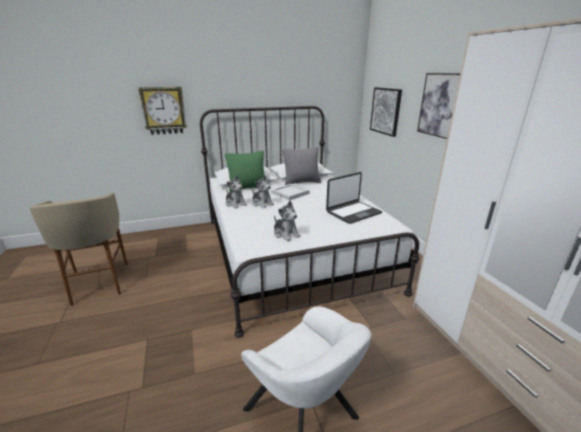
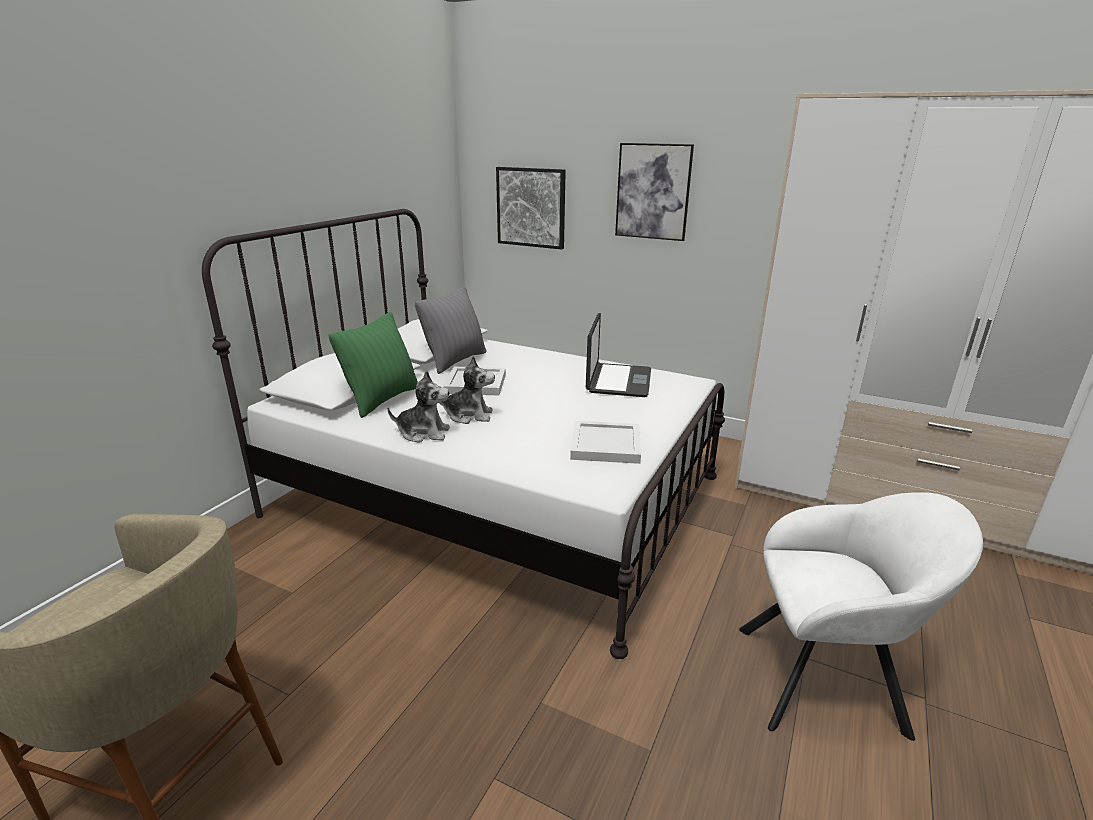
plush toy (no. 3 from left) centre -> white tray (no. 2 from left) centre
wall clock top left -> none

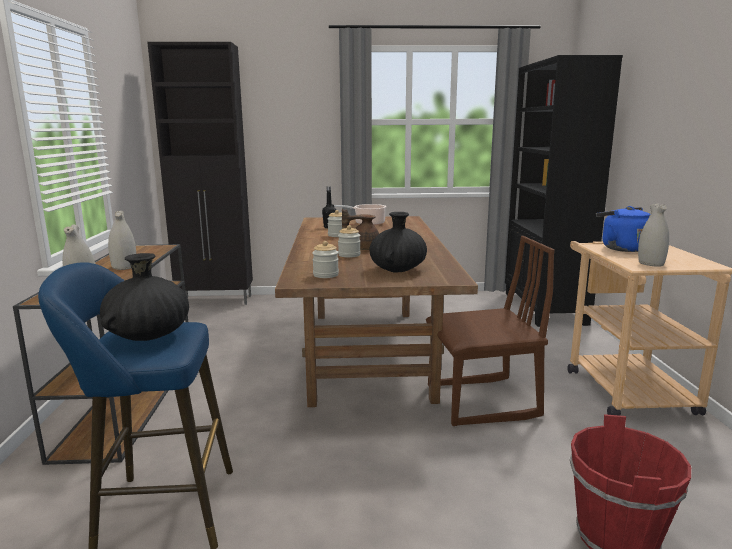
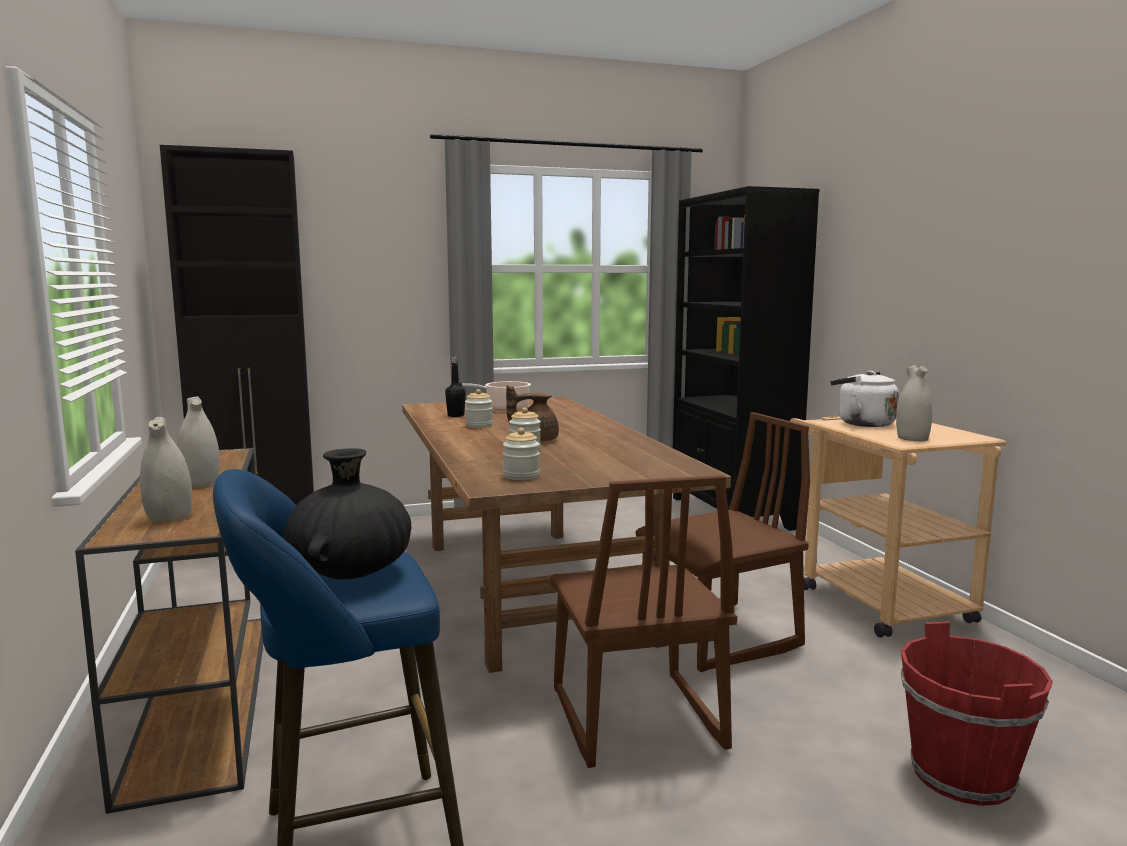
none -> brown chair (no. 1 from left) bottom centre
blue kettle middle right -> white kettle middle right
black vase (no. 2 from left) centre -> none

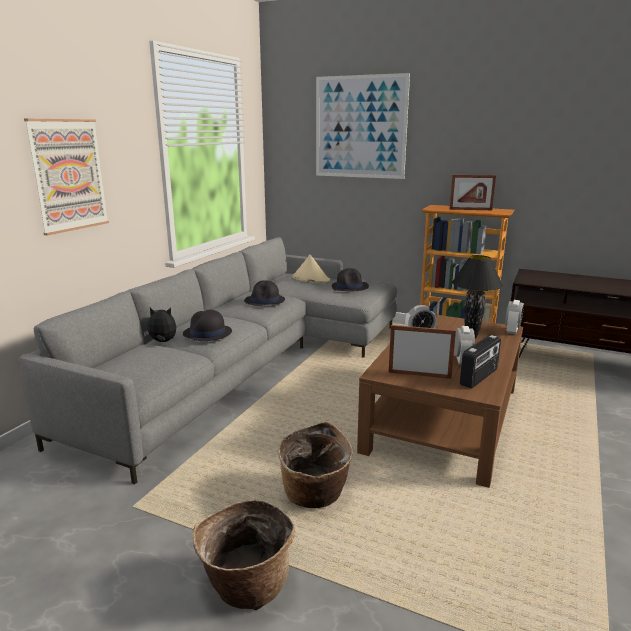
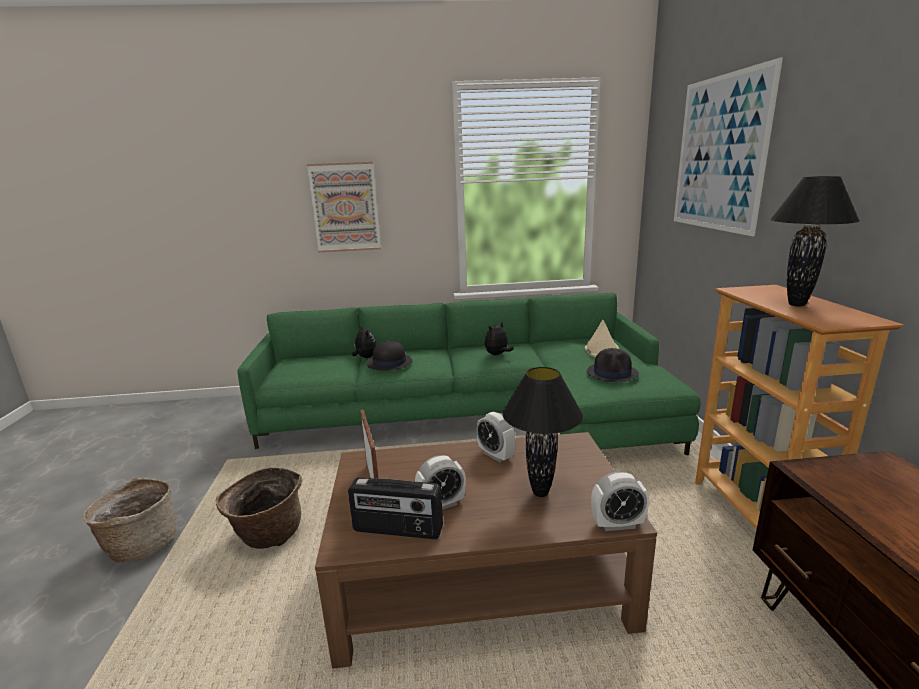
grey sofa middle left -> green sofa centre
black hat (no. 2 from left) centre -> plush toy (no. 2 from left) centre
picture frame (no. 2 from left) top right -> black table lamp (no. 2 from left) middle right

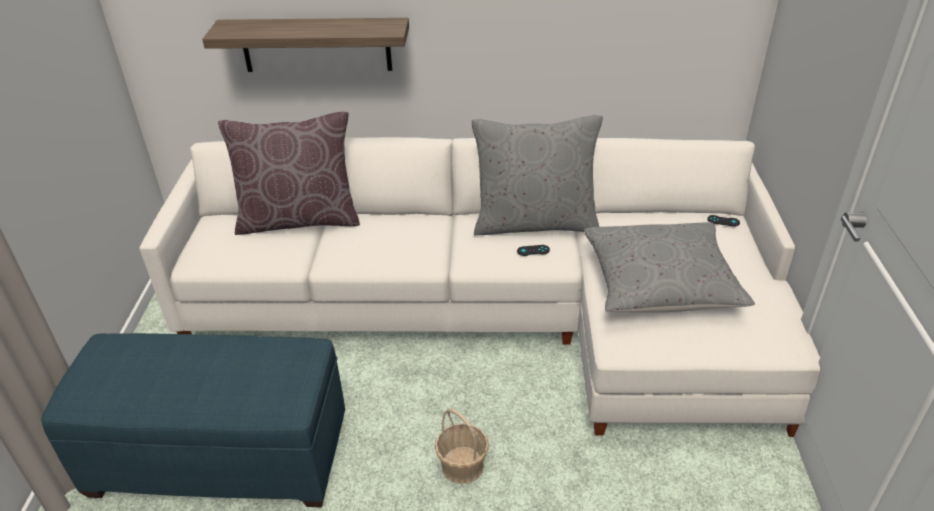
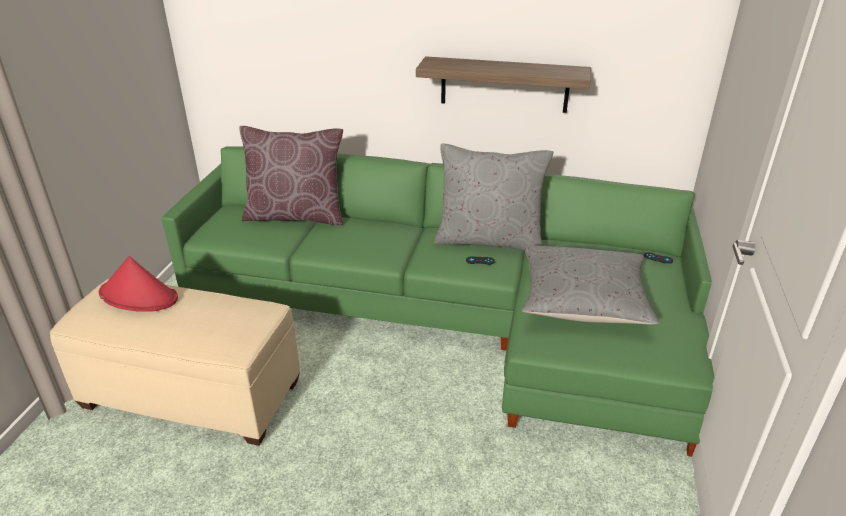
blue ottoman bottom left -> beige ottoman bottom left
none -> red hat middle left
white sofa centre -> green sofa centre
shelf top left -> shelf top centre, relocated
basket bottom centre -> none

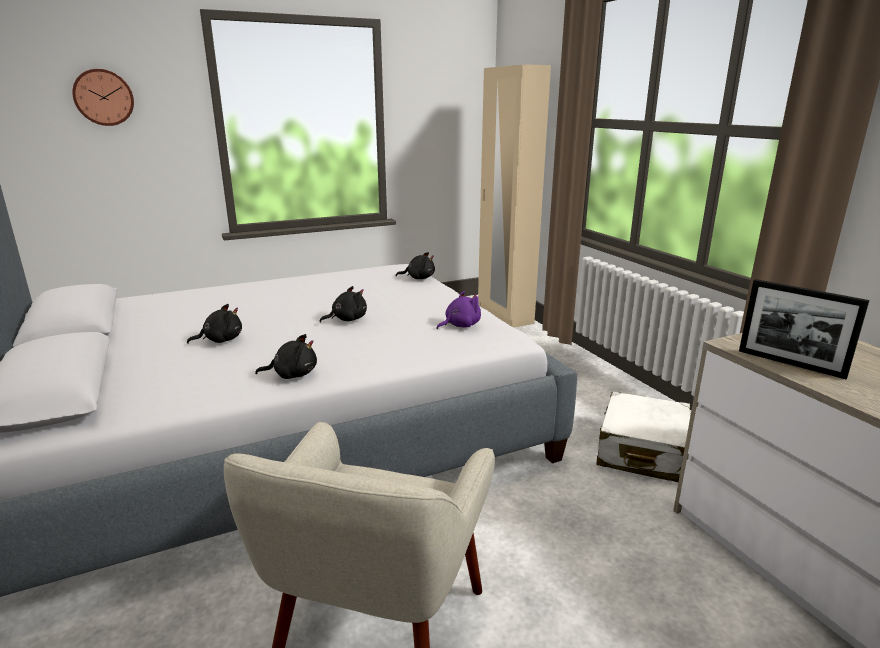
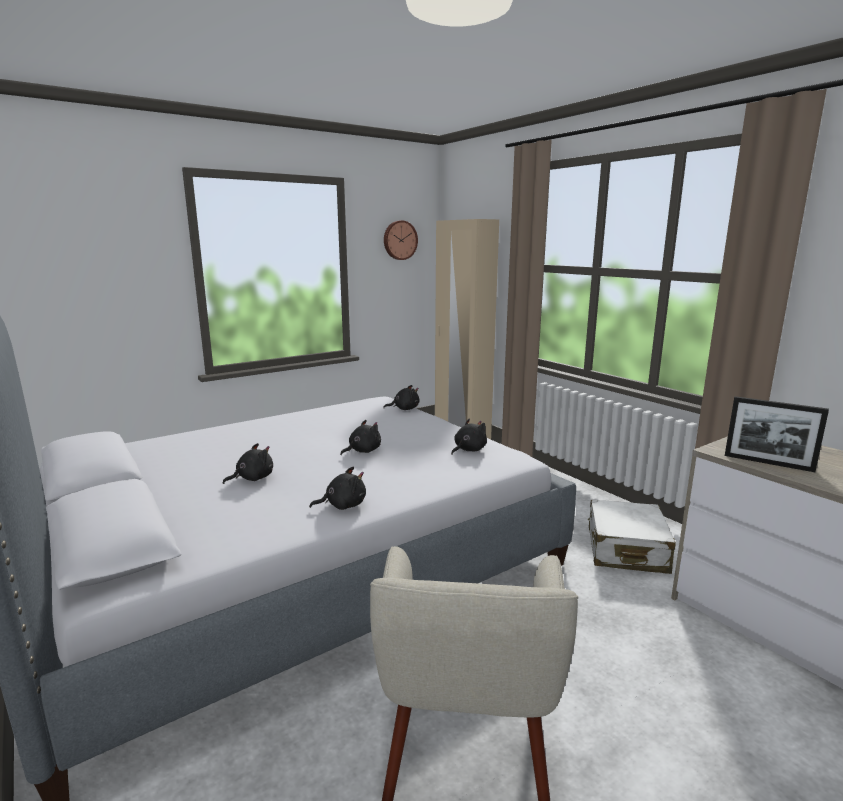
wall clock top left -> wall clock top centre, relocated
purple plush toy centre -> black plush toy (no. 5 from left) centre

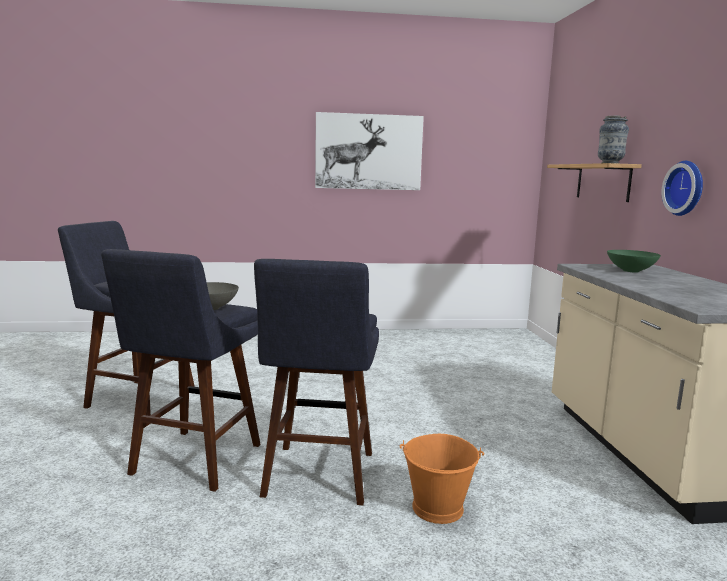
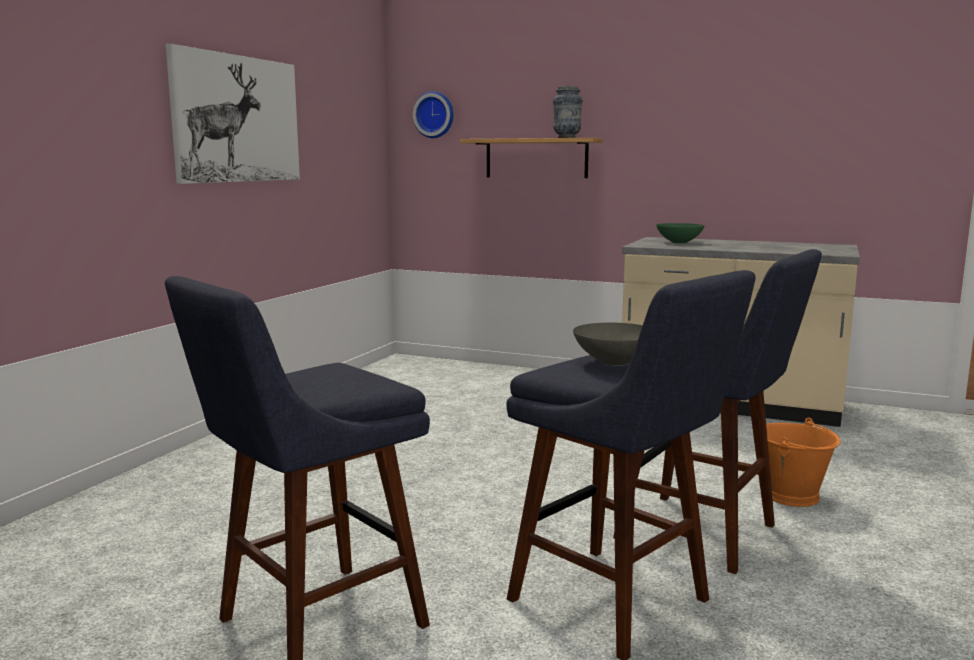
wall clock top right -> wall clock top centre, relocated

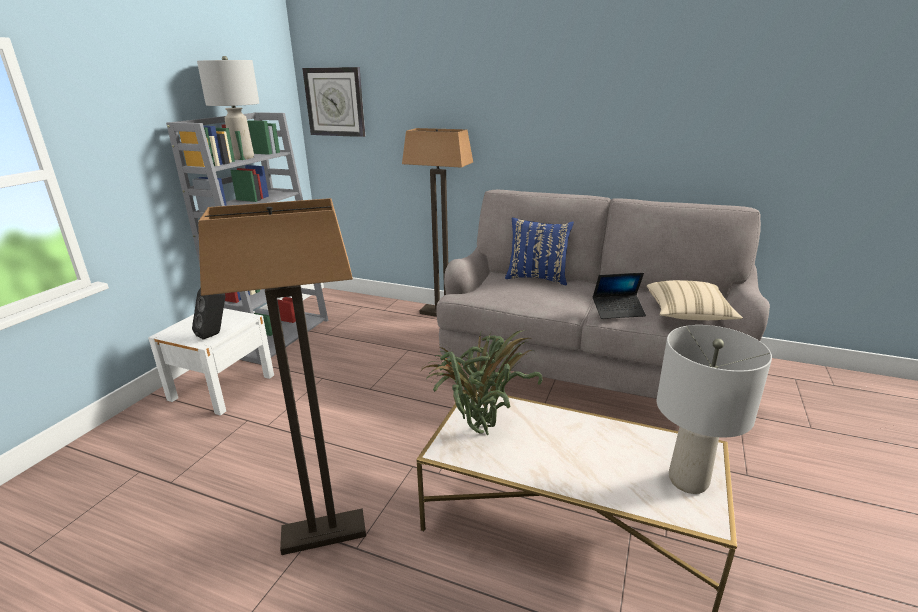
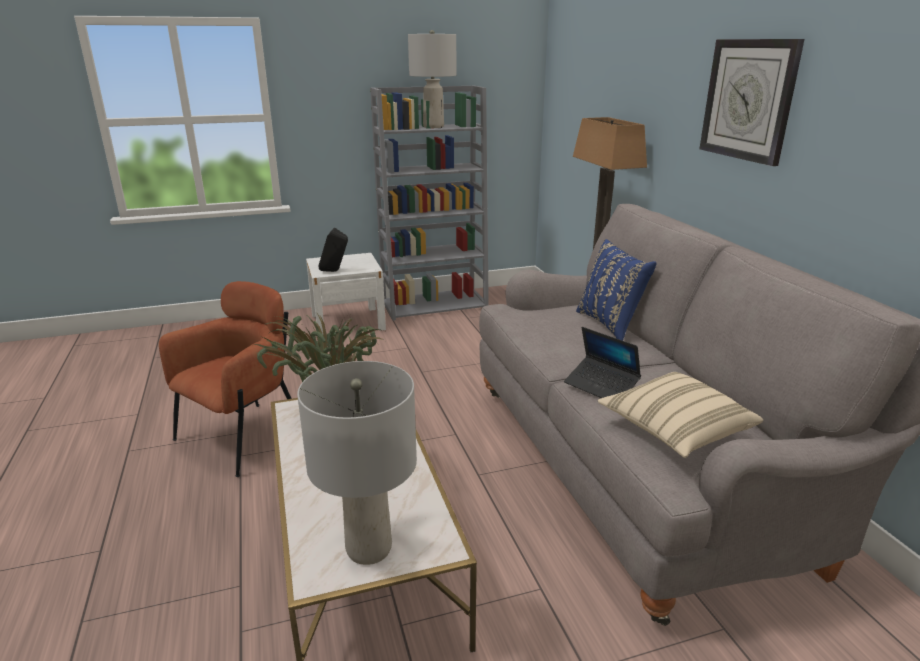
floor lamp (no. 1 from left) middle left -> brown armchair middle left
wall clock top centre -> wall clock top right, relocated

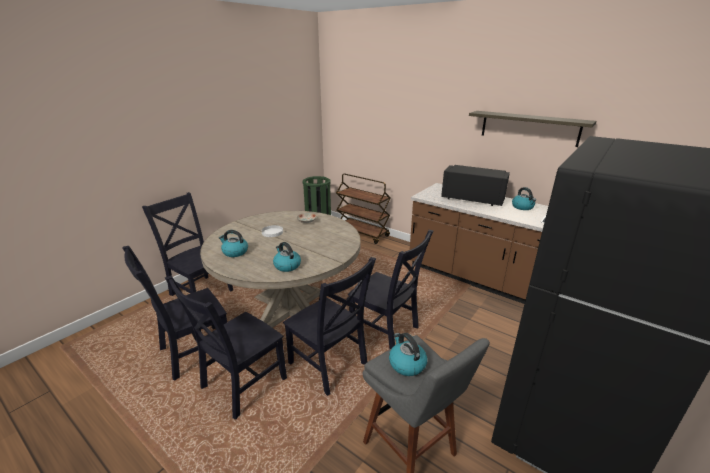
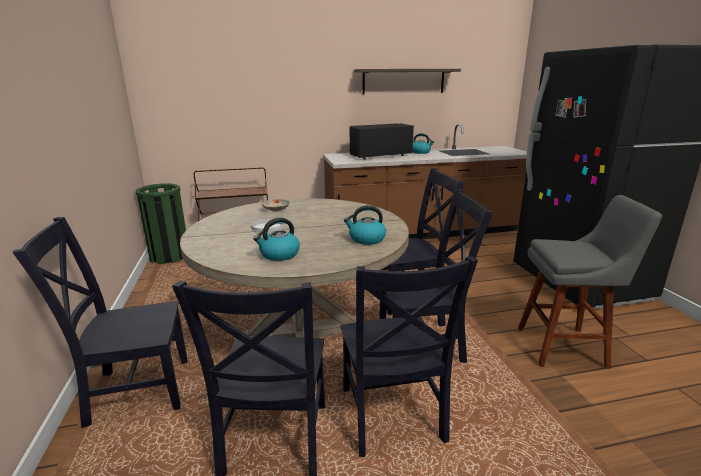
kettle (no. 3 from left) bottom centre -> none

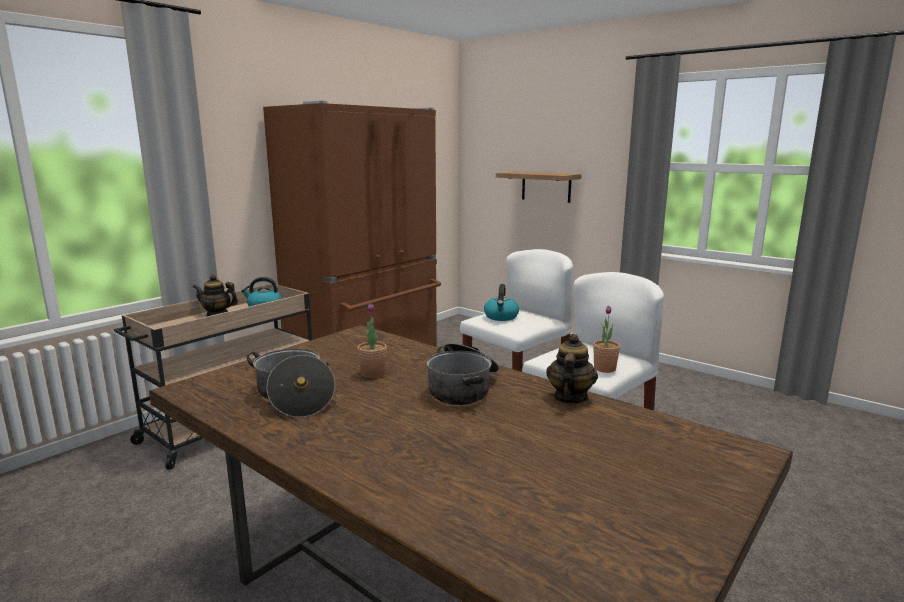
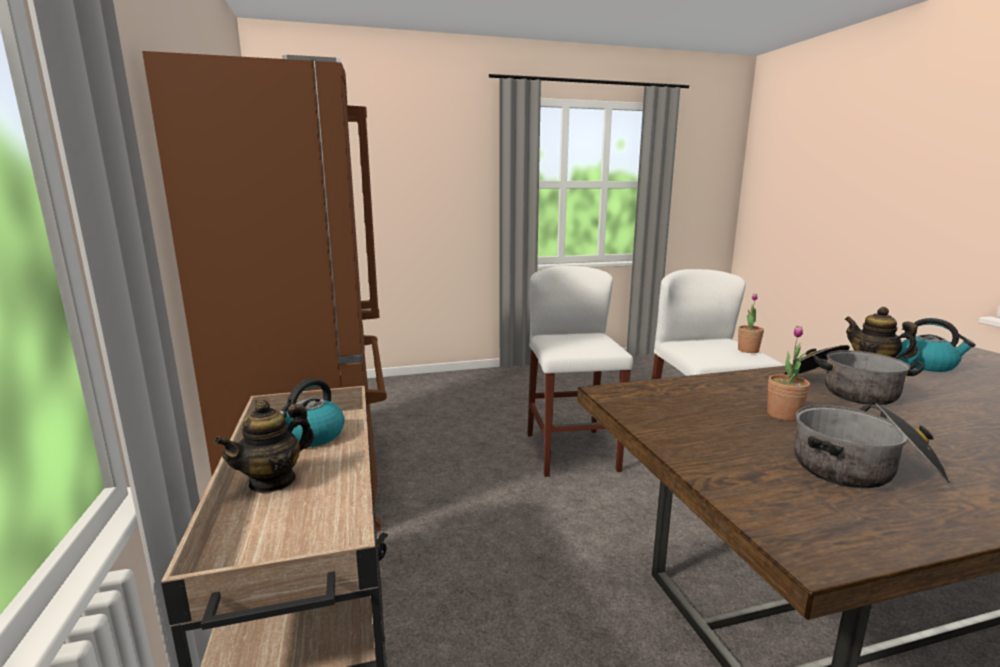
kettle (no. 2 from left) centre -> kettle (no. 2 from left) middle right, relocated
shelf top centre -> none

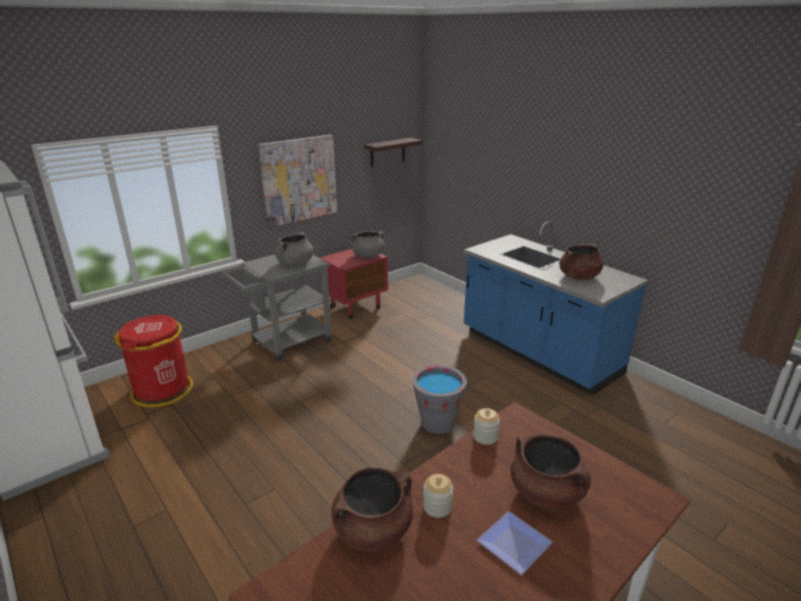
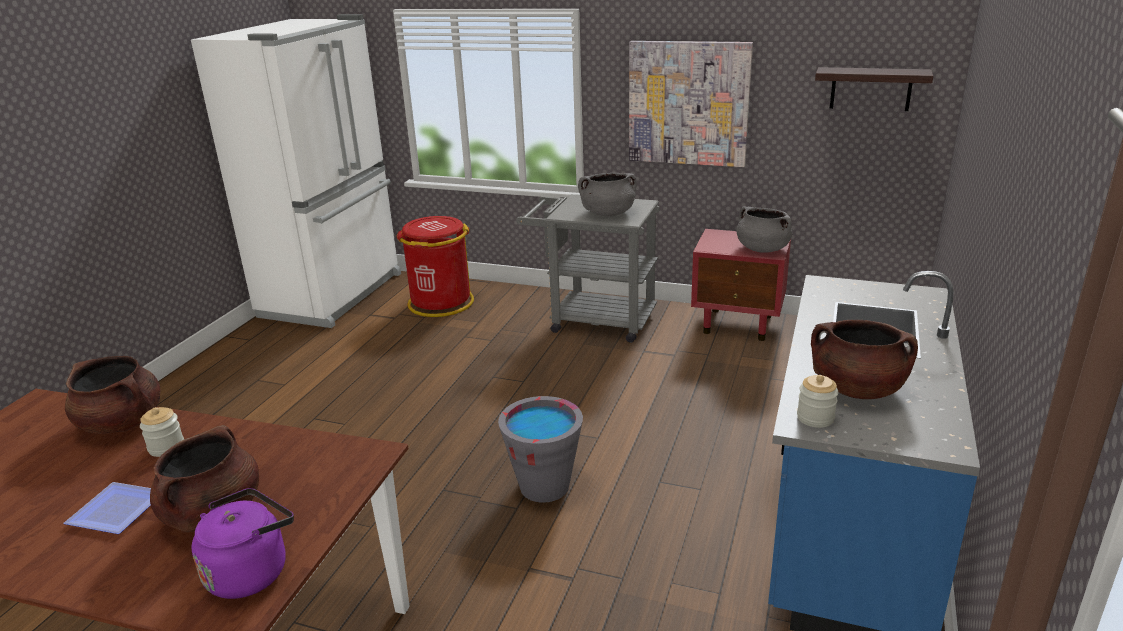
none -> purple kettle bottom left
jar (no. 2 from left) bottom centre -> jar (no. 2 from left) middle right, relocated

